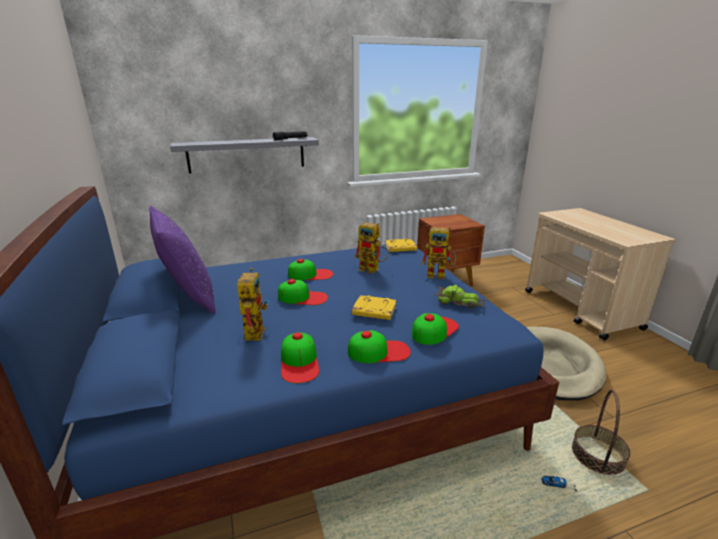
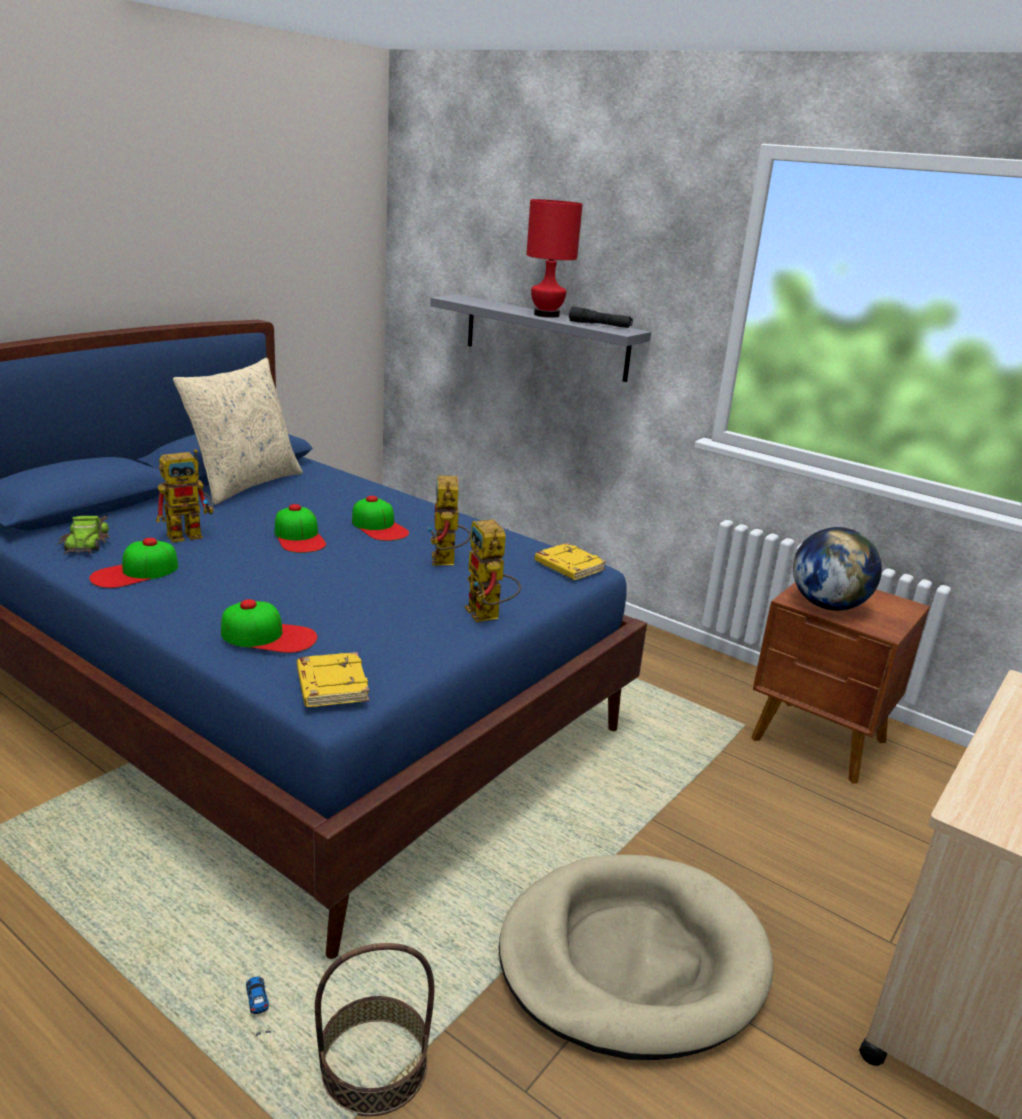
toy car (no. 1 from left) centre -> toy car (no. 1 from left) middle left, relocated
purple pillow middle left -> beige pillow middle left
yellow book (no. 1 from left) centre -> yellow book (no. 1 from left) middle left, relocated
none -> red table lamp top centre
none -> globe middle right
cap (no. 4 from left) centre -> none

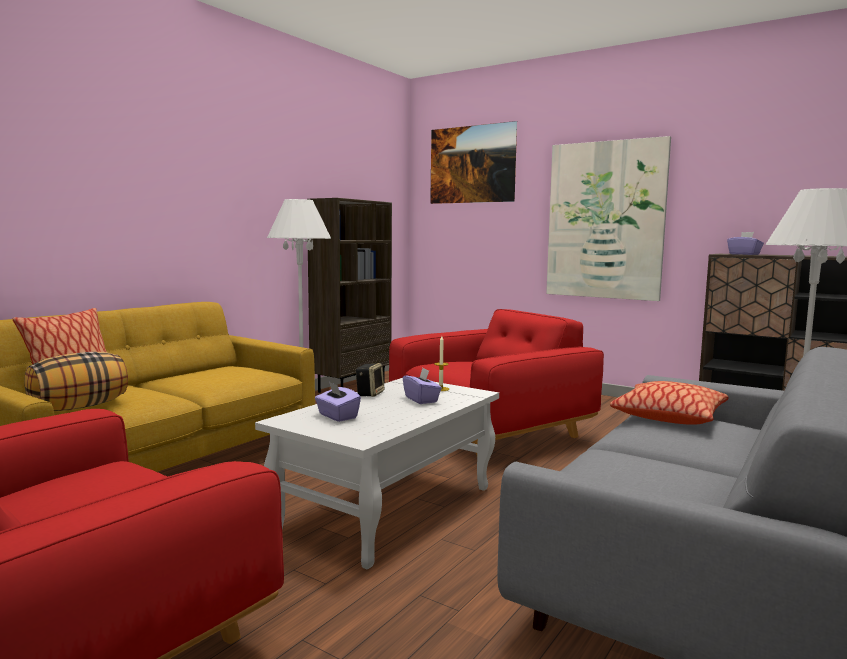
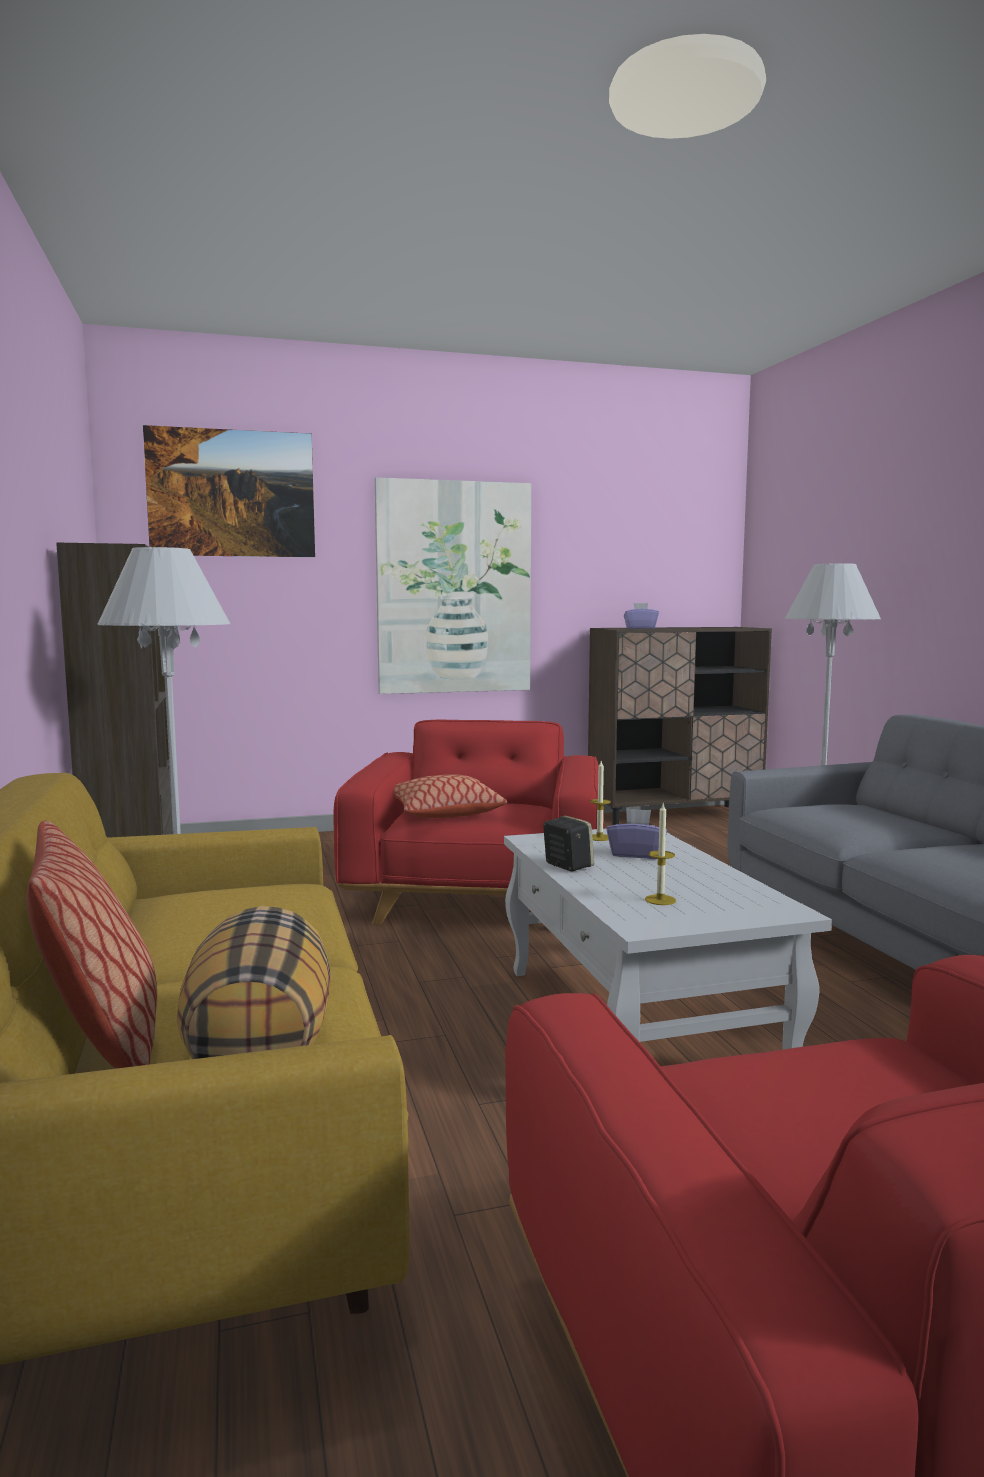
pillow (no. 3 from left) middle right -> pillow (no. 3 from left) centre, relocated
purple tissue box (no. 1 from left) centre -> candle (no. 2 from left) middle right

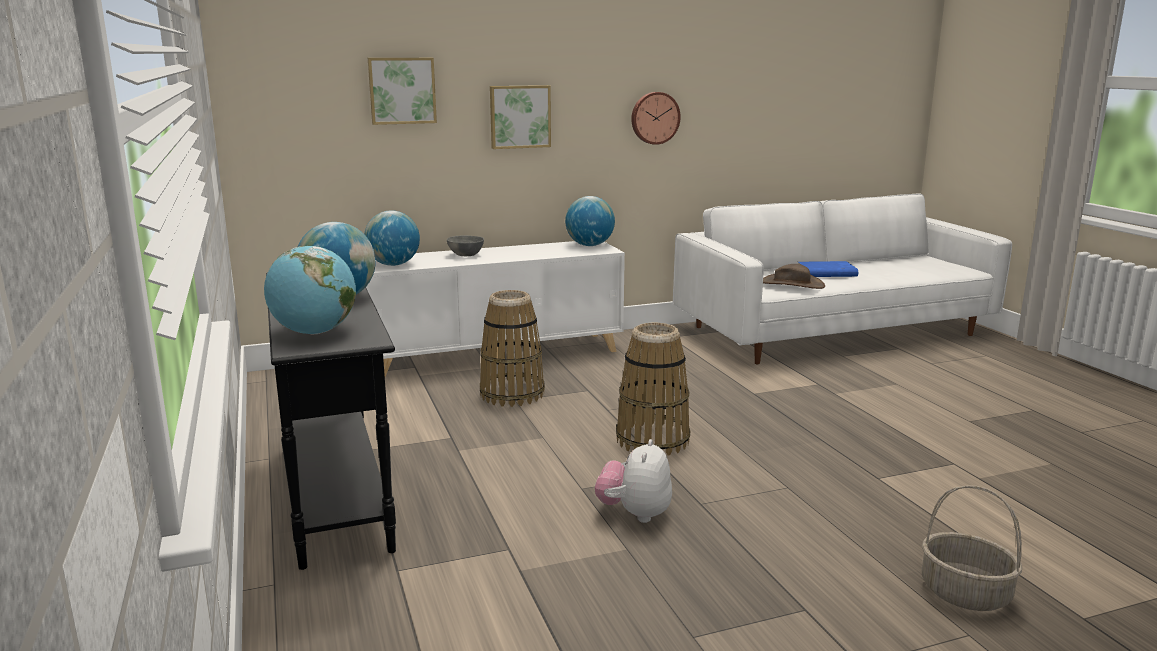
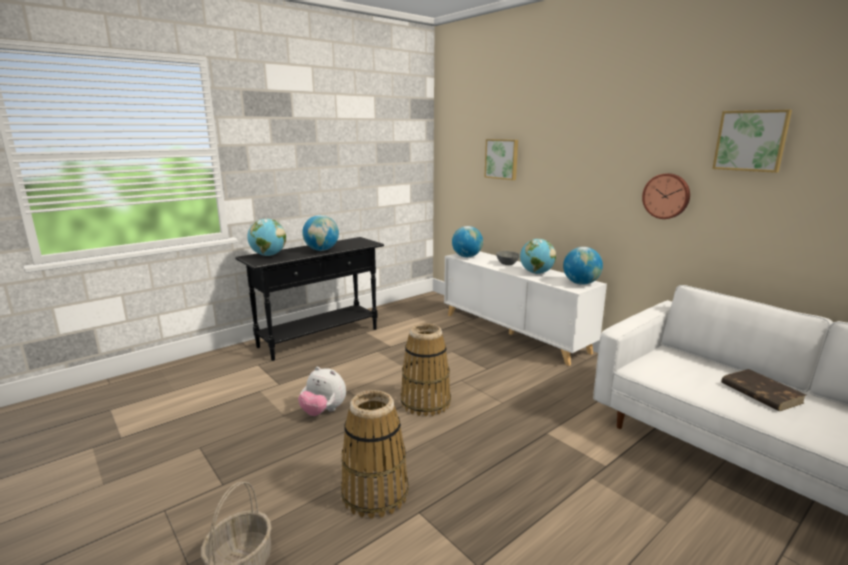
plush toy bottom centre, 150 degrees counterclockwise
basket (no. 1 from left in the first image) centre -> basket (no. 2 from left) bottom centre, relocated
none -> globe (no. 4 from left) centre
picture (no. 2 from left) top centre -> picture (no. 2 from left) top right, relocated
blue book middle right -> brown book bottom right
brown hat middle right -> none

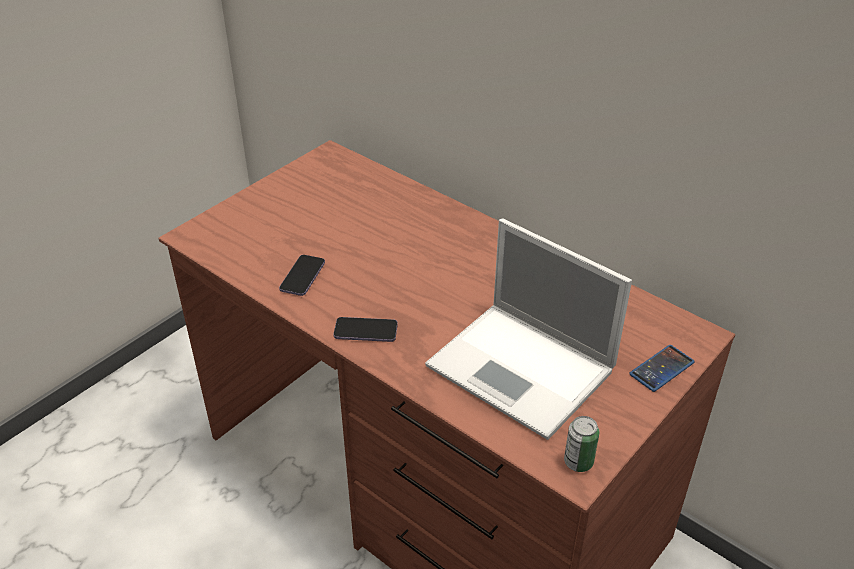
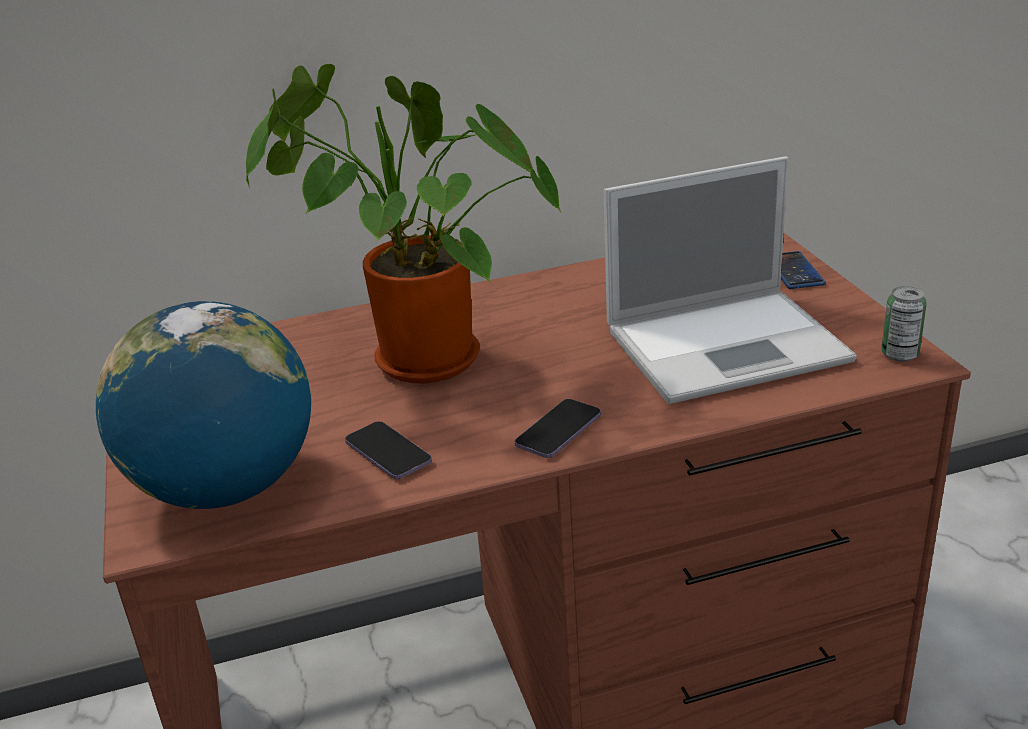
none -> globe middle left
none -> potted plant top centre

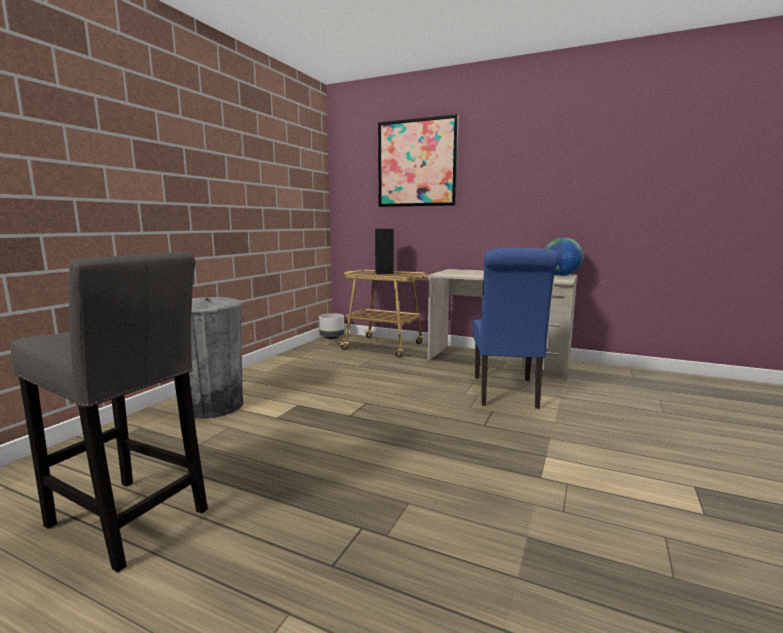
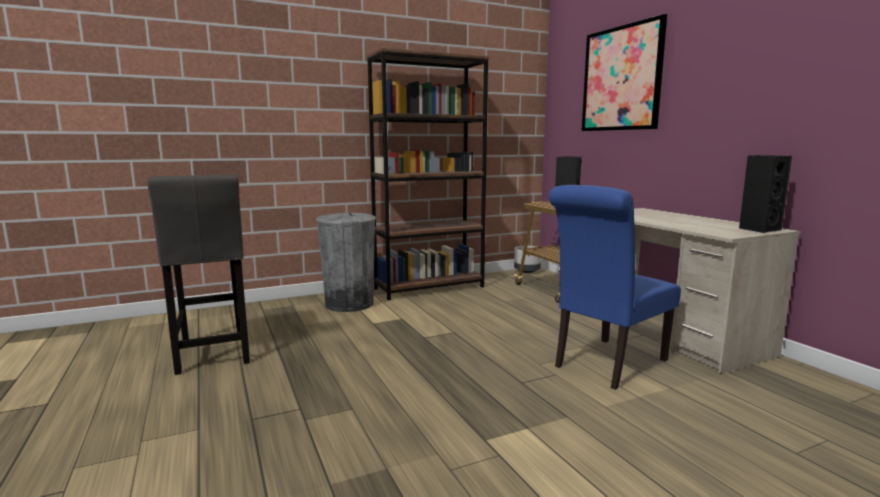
none -> brown bookcase centre
globe middle right -> black speaker (no. 2 from left) middle right

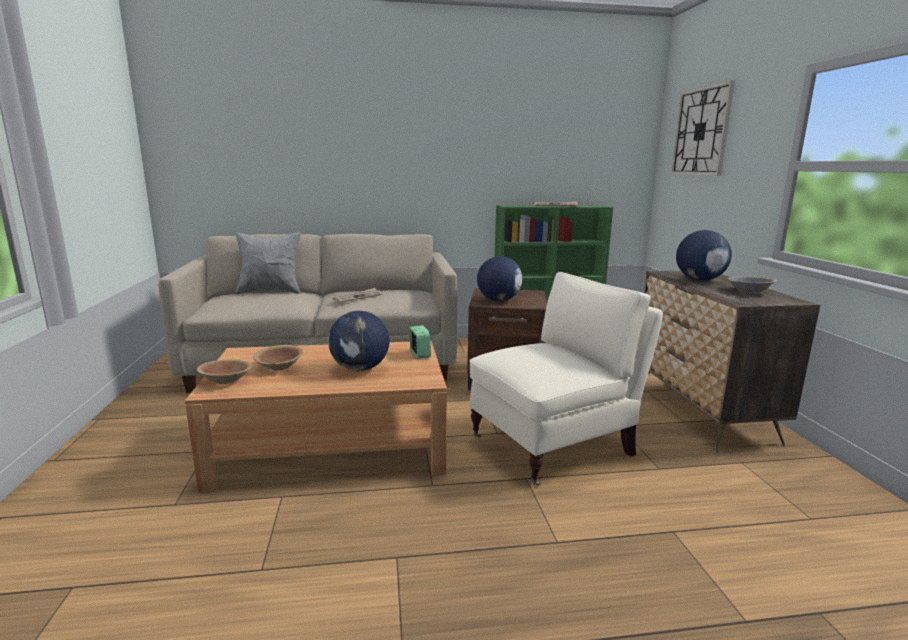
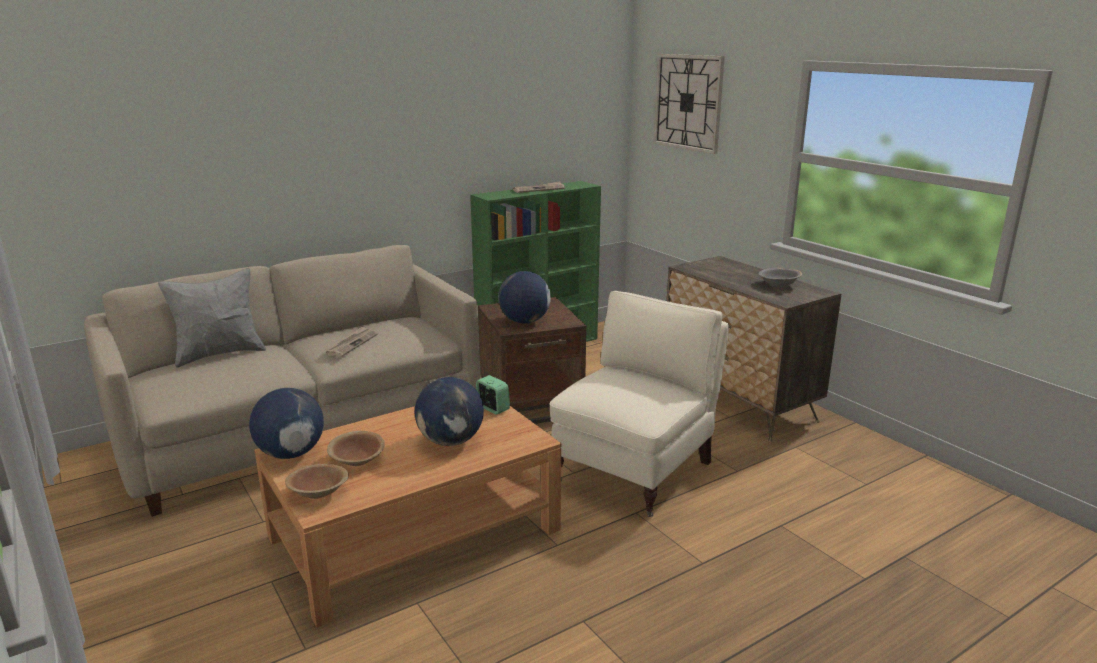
globe (no. 3 from left in the first image) middle right -> globe (no. 1 from left) middle left, relocated

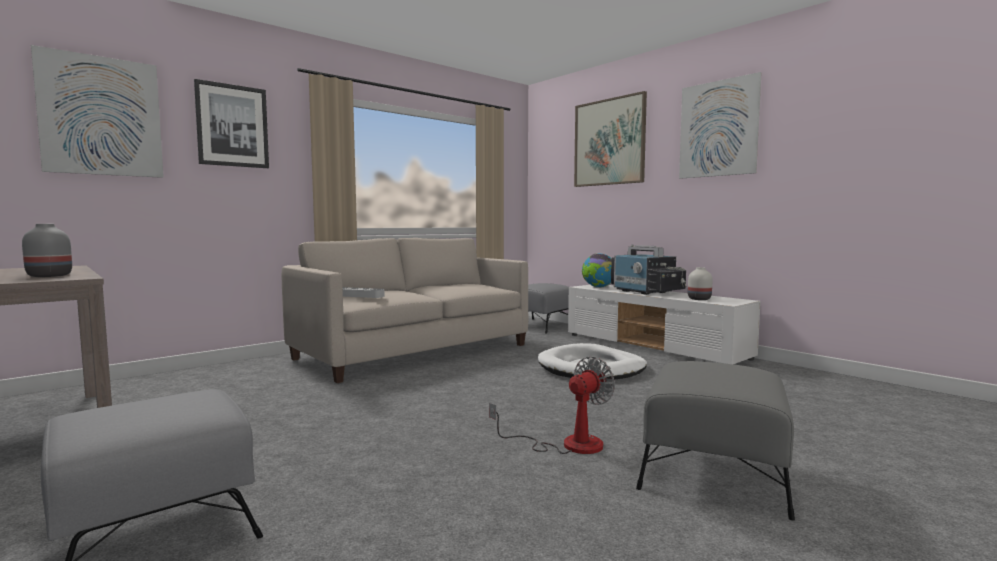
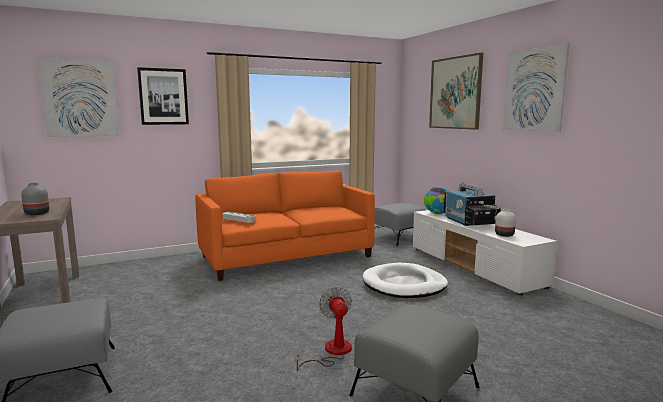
beige sofa centre -> orange sofa centre
fan bottom centre, 75 degrees counterclockwise

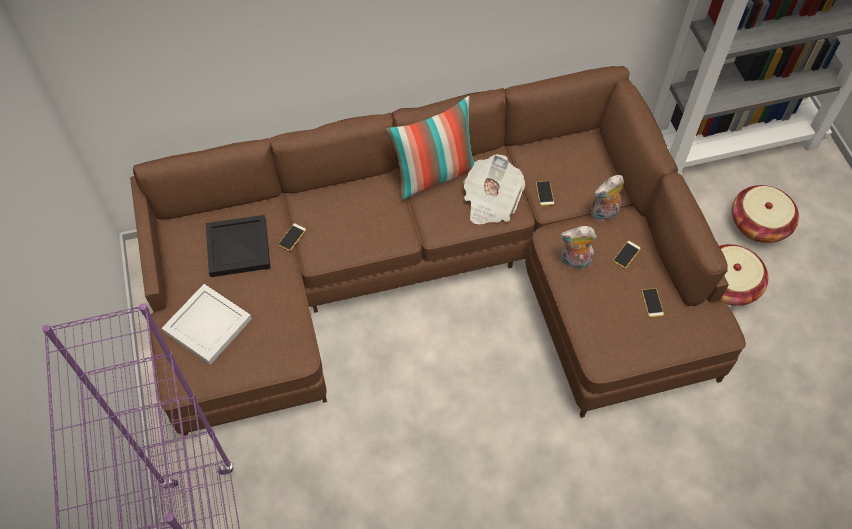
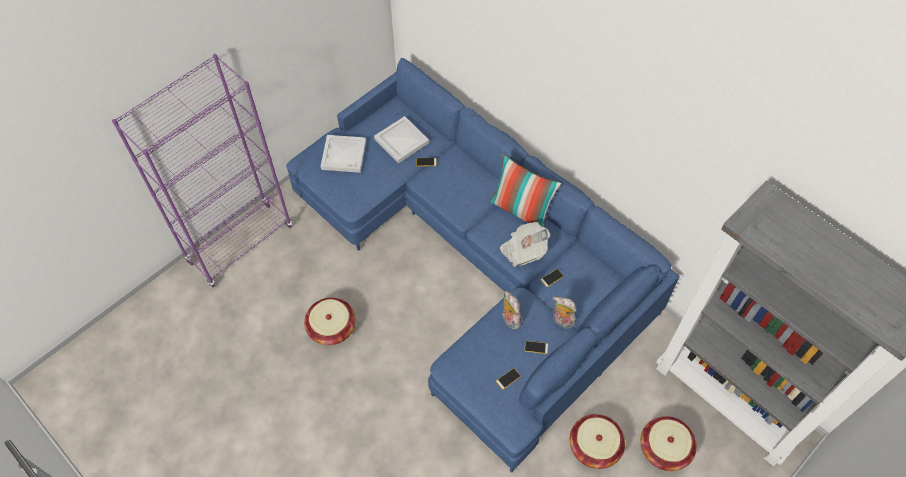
brown sofa centre -> blue sofa centre
none -> basket (no. 1 from left) bottom centre
black tray middle left -> white tray (no. 2 from left) top centre

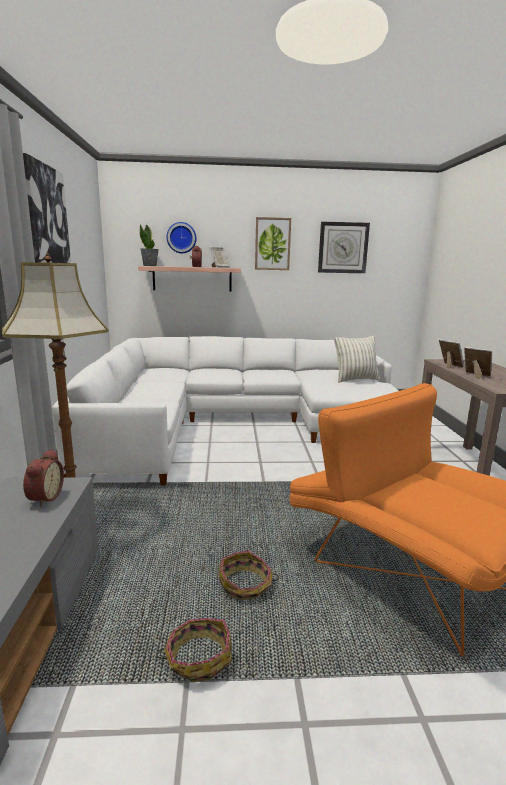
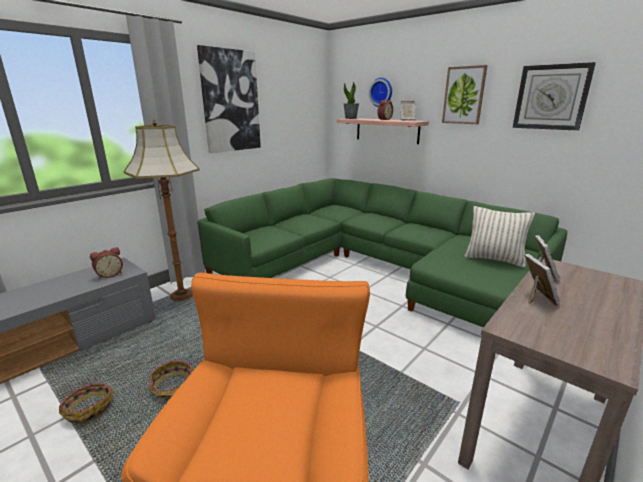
white sofa centre -> green sofa centre

